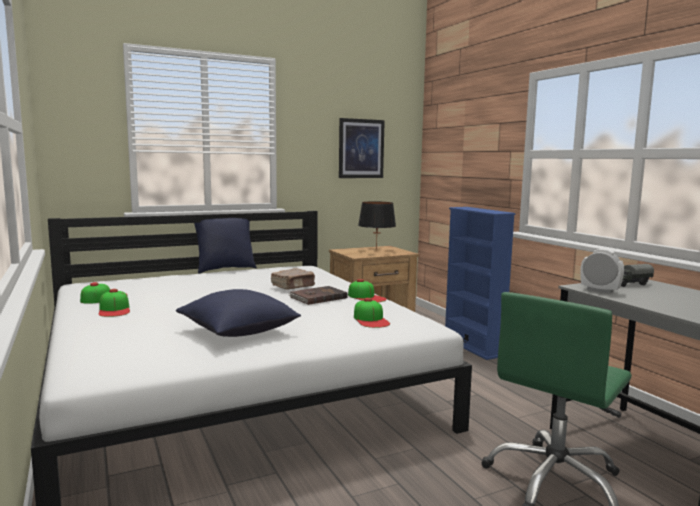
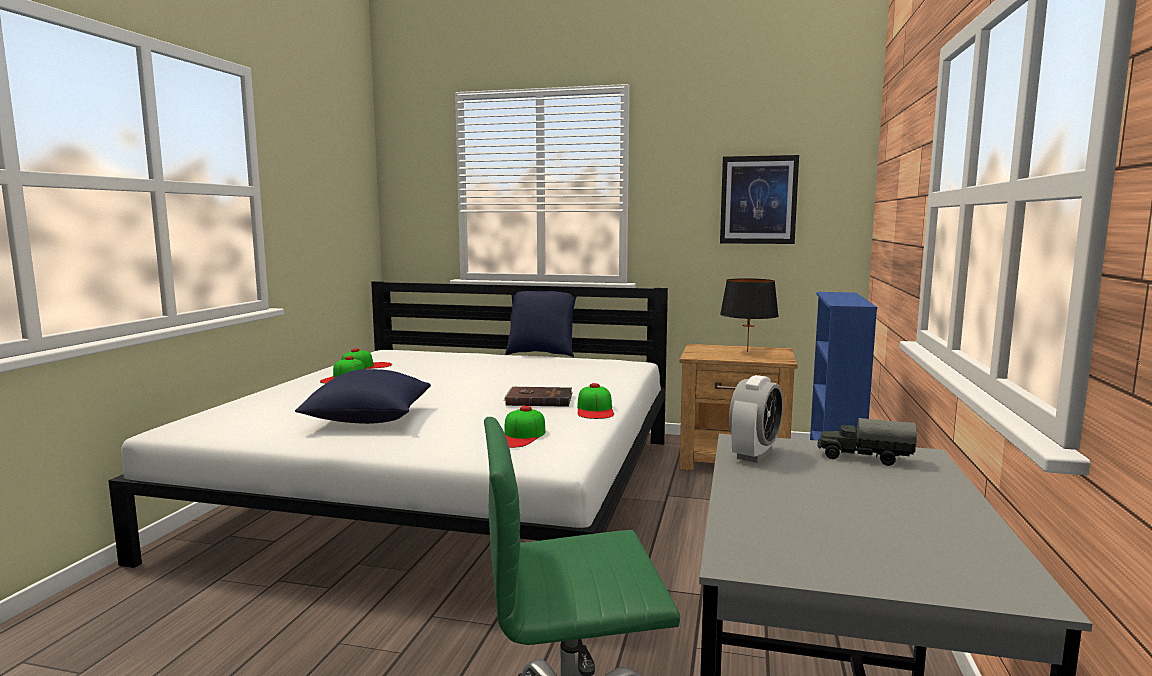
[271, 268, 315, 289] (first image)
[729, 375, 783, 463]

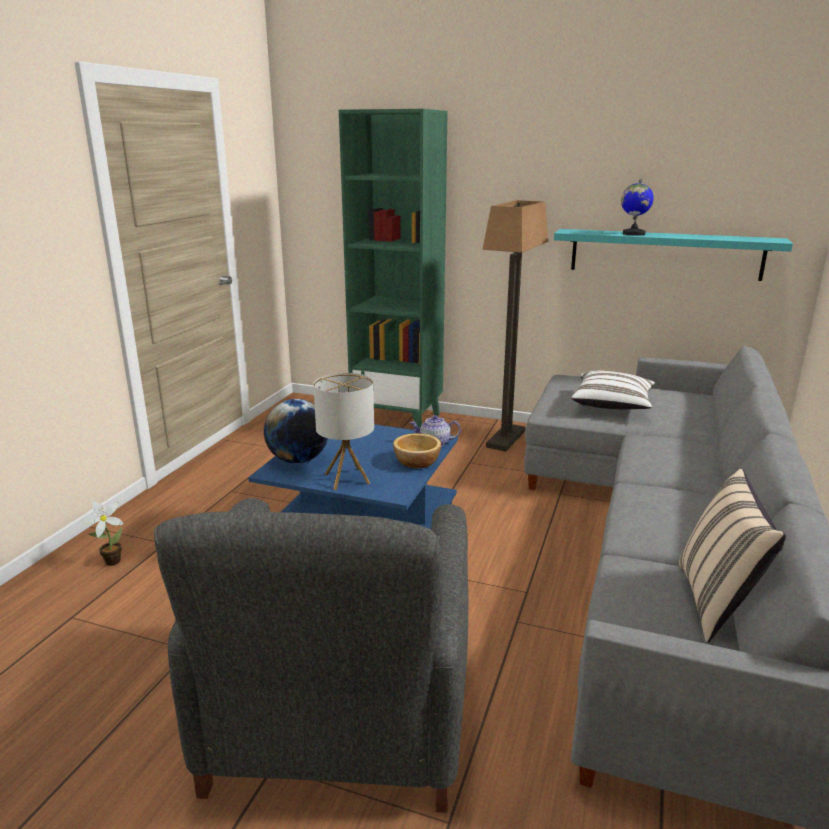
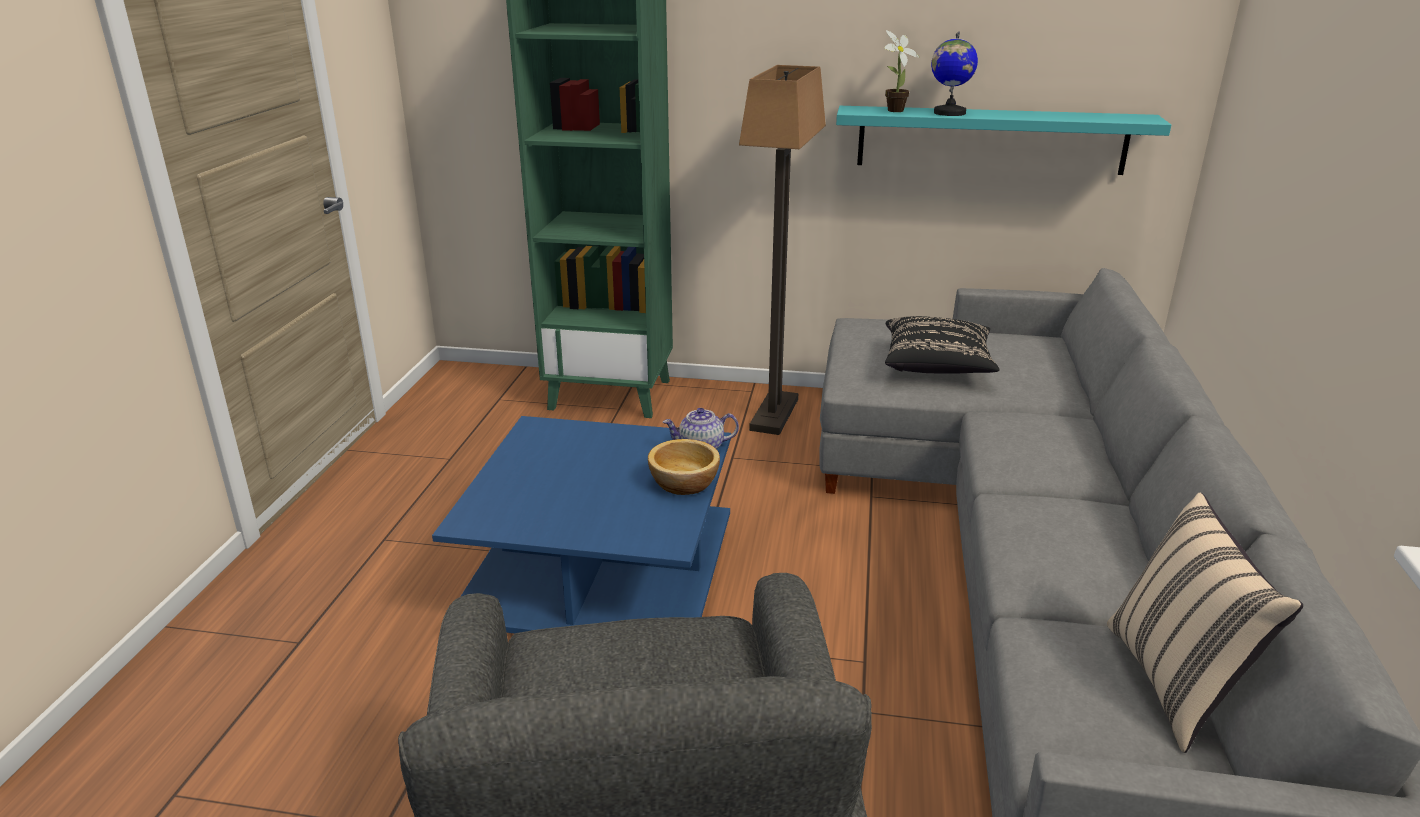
[884, 30, 919, 112]
[264, 399, 328, 463] (first image)
[313, 373, 374, 490] (first image)
[885, 316, 1000, 374]

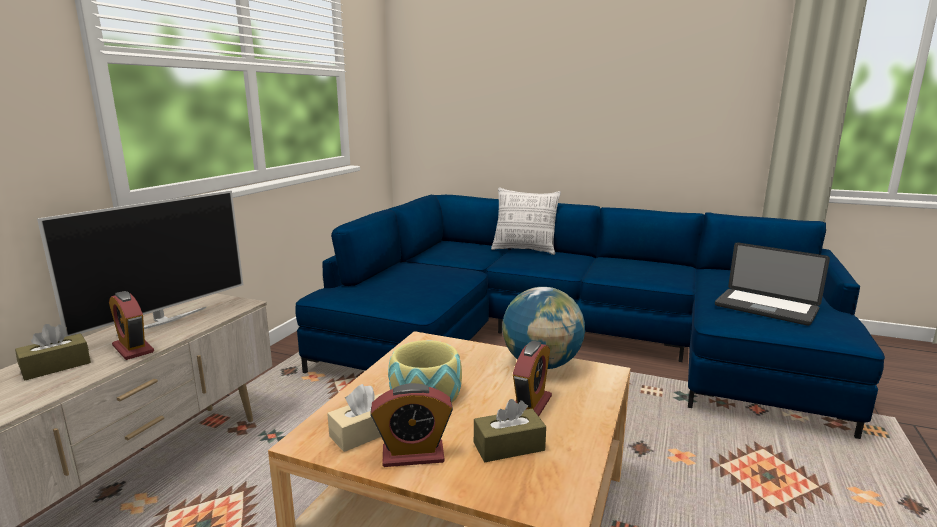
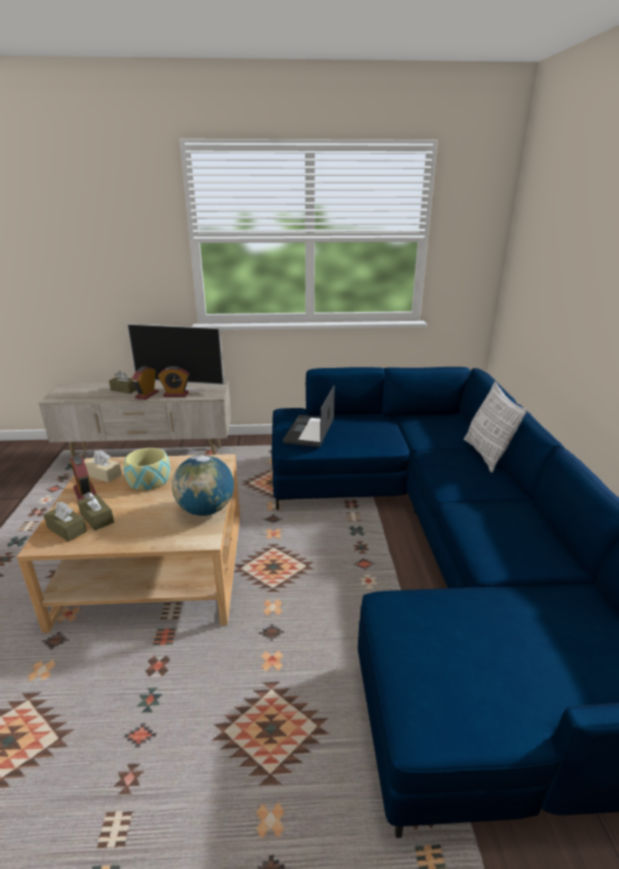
[158, 366, 189, 397]
[283, 386, 335, 447]
[44, 502, 87, 542]

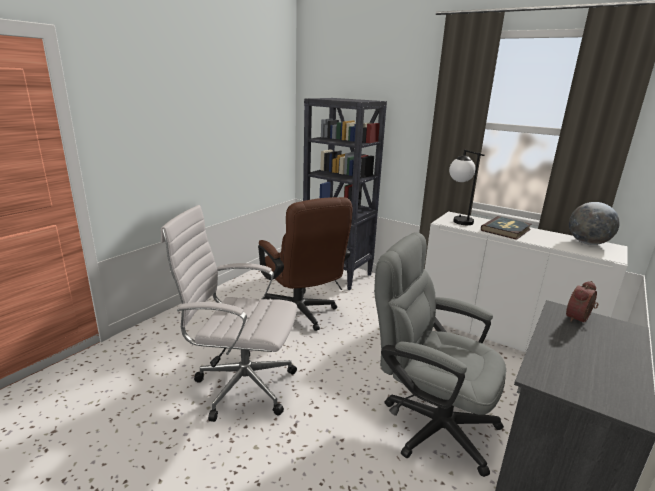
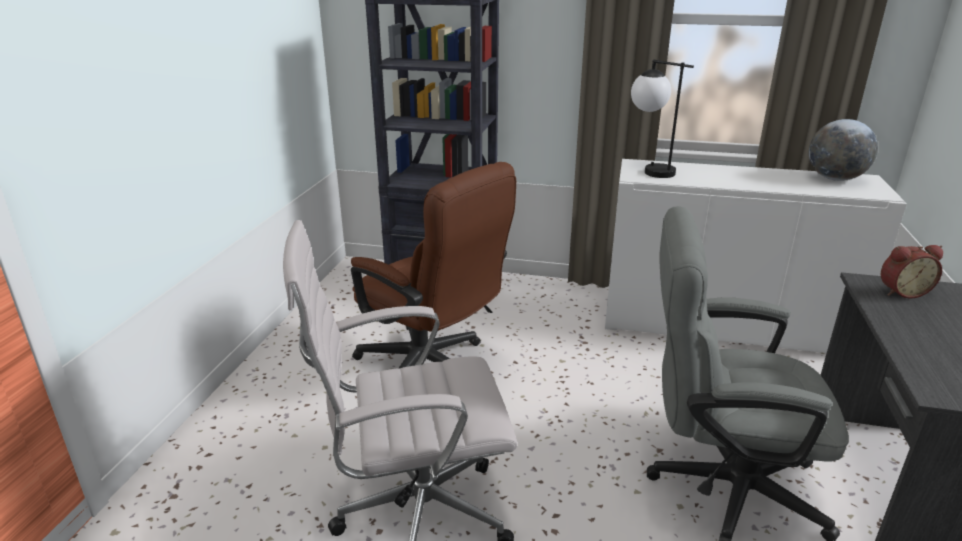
[481, 216, 531, 240] (first image)
[881, 245, 943, 298]

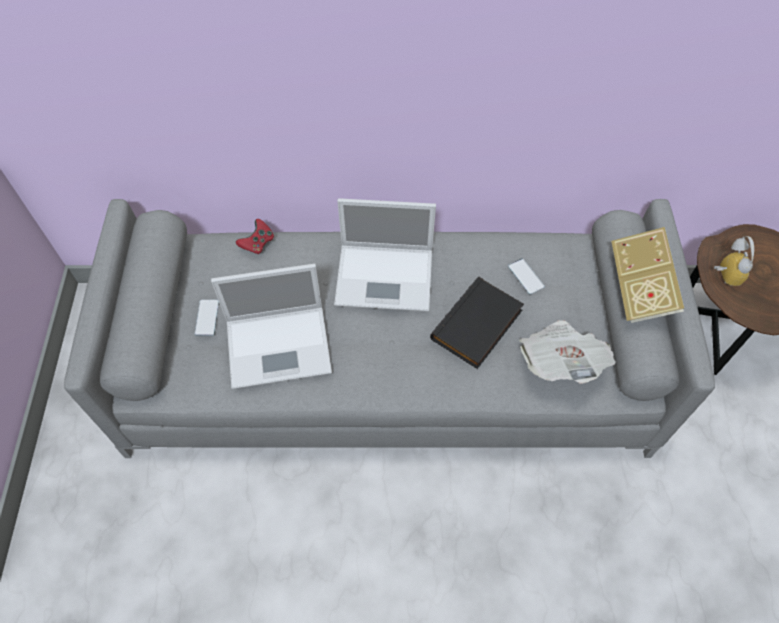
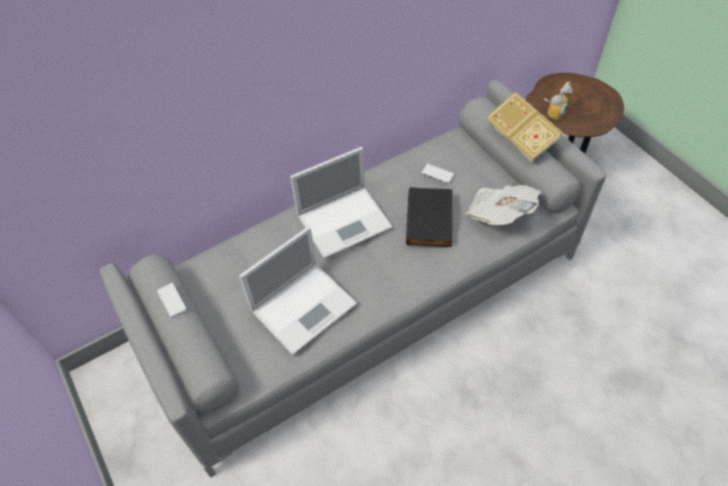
[157, 283, 187, 318]
[236, 219, 274, 254] (first image)
[544, 82, 573, 121]

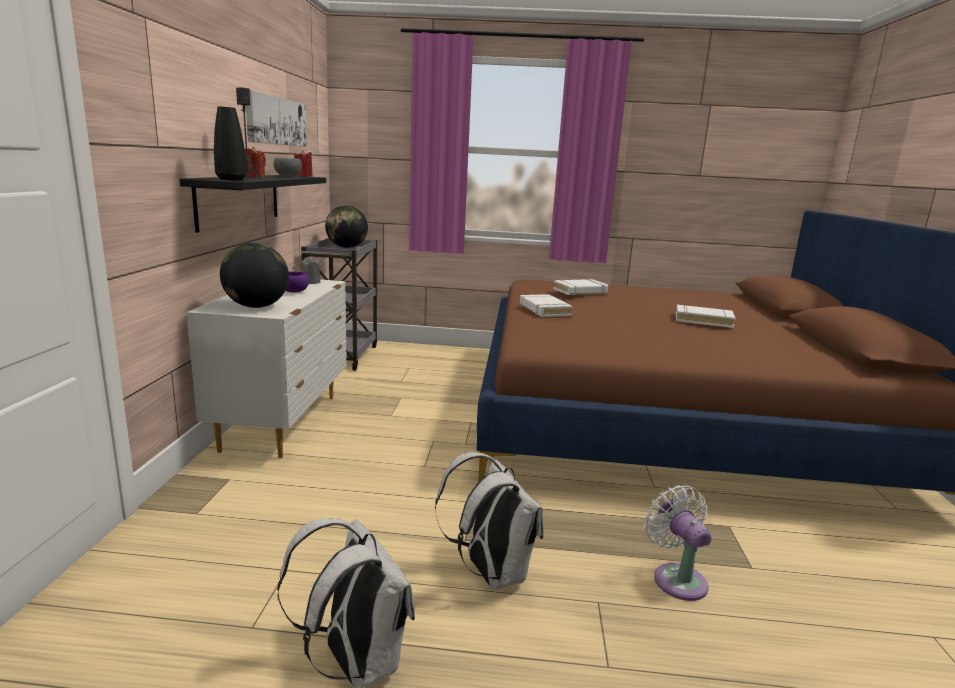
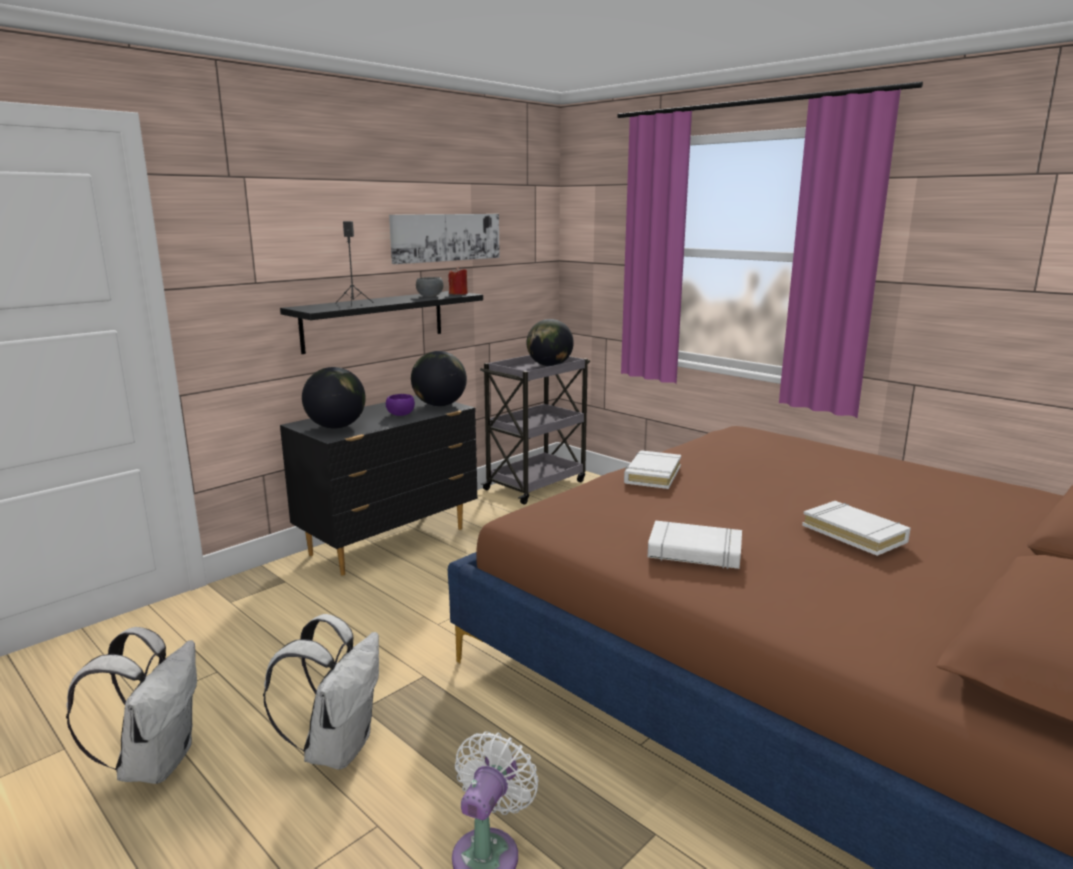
[280, 395, 478, 576]
[214, 107, 247, 180] (first image)
[245, 146, 266, 177] (first image)
[411, 351, 467, 406]
[648, 520, 742, 569]

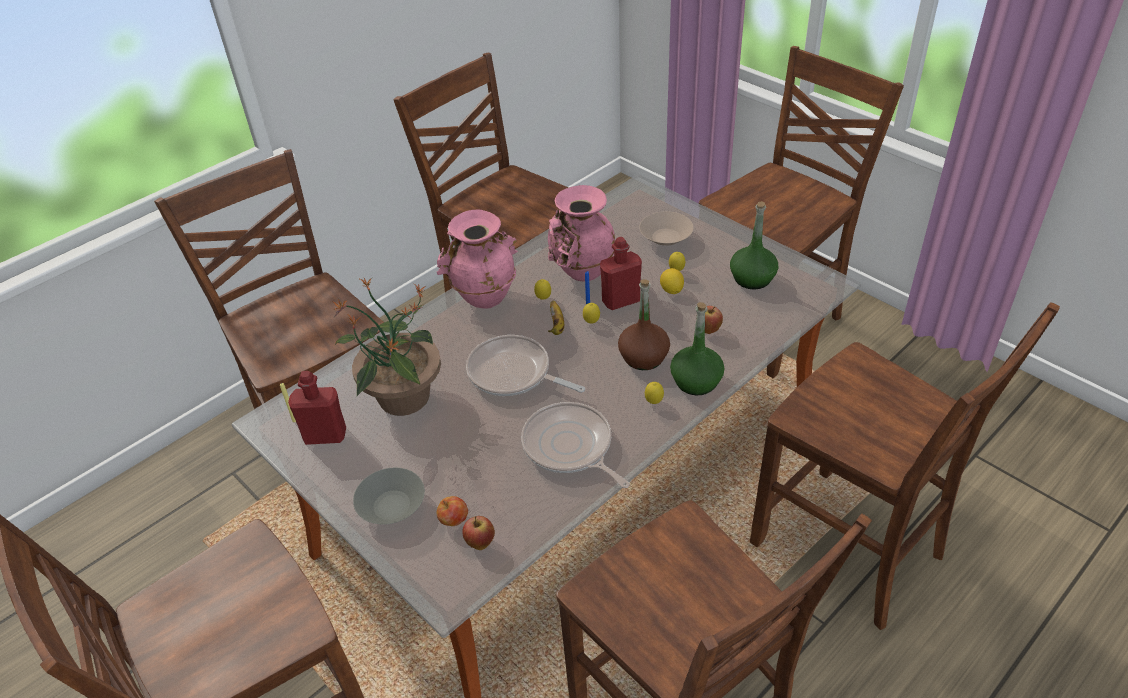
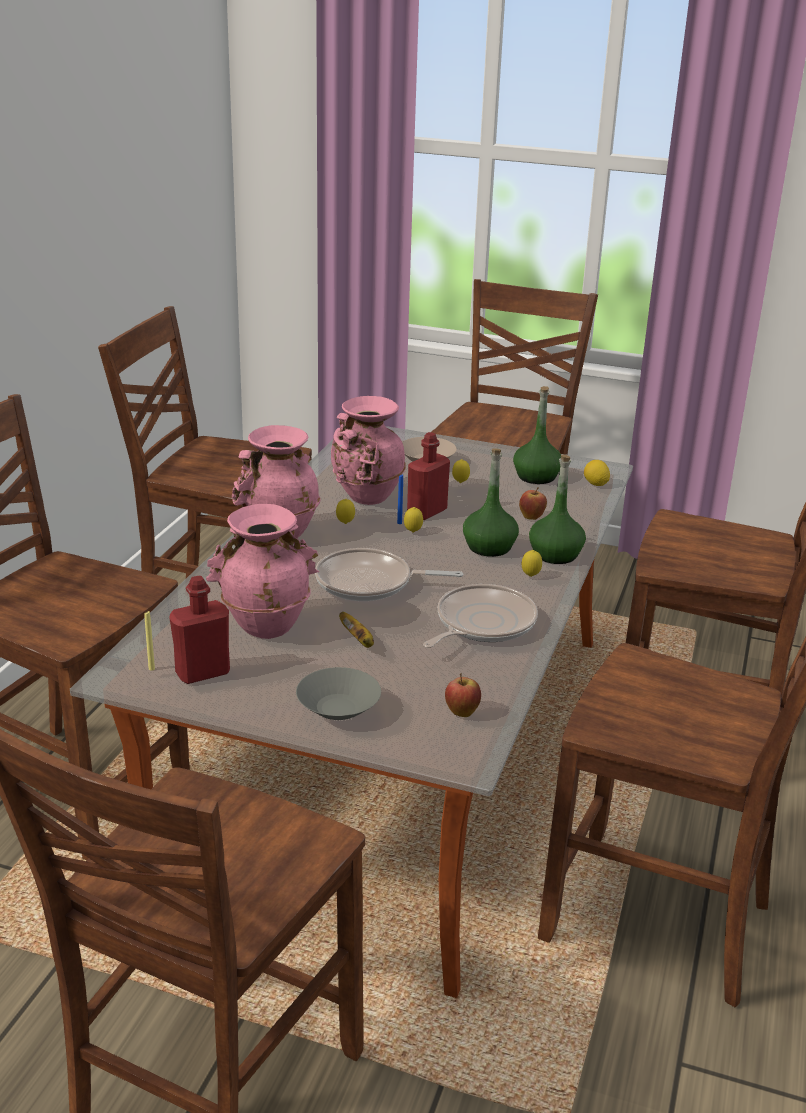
[206, 504, 319, 639]
[437, 496, 468, 526] (first image)
[423, 584, 538, 648]
[339, 612, 374, 648]
[463, 448, 519, 557]
[584, 460, 610, 486]

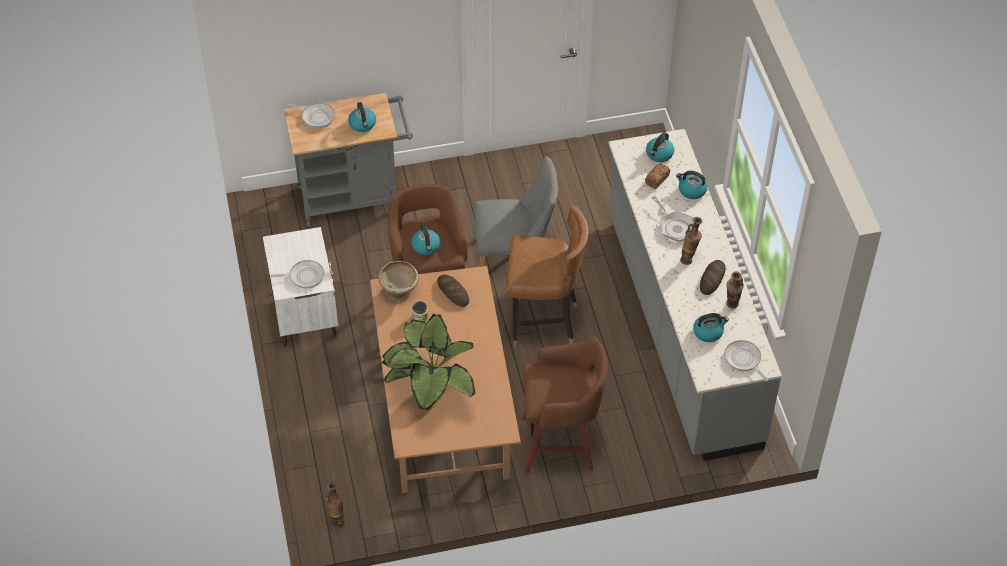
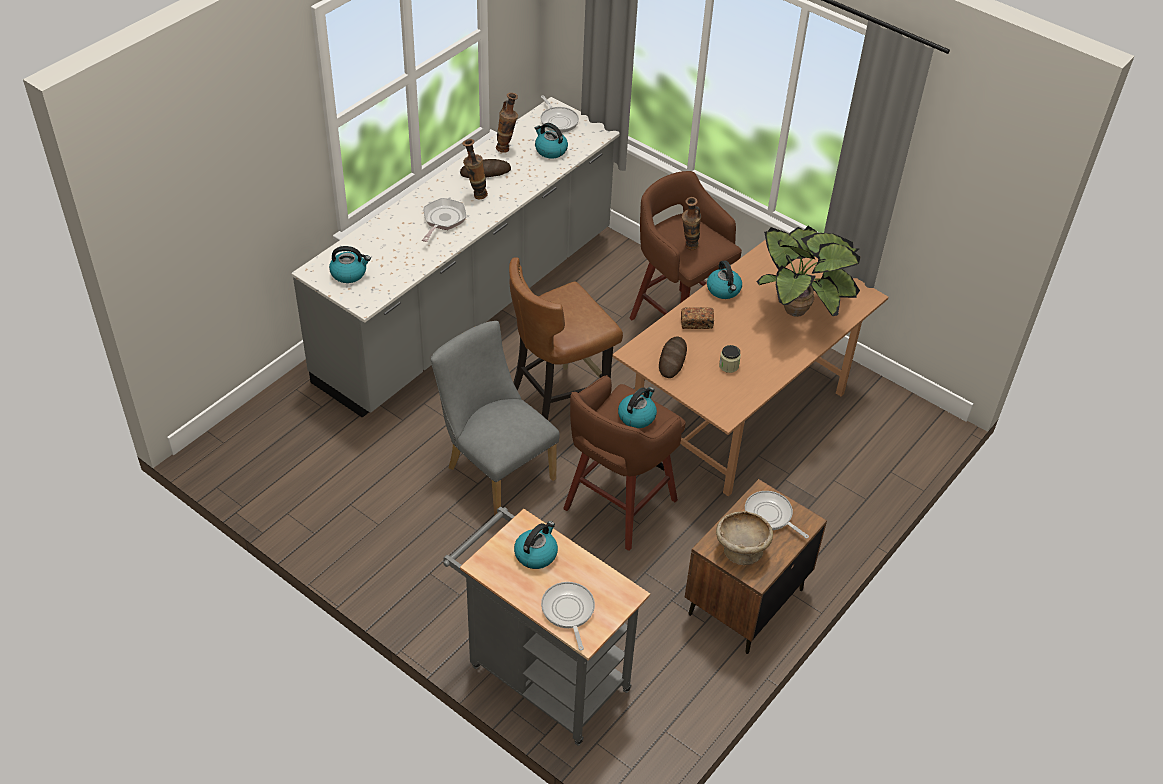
[685, 479, 827, 654]
[682, 197, 701, 250]
[716, 511, 773, 565]
[509, 257, 623, 420]
[681, 307, 714, 329]
[707, 260, 742, 299]
[540, 96, 579, 133]

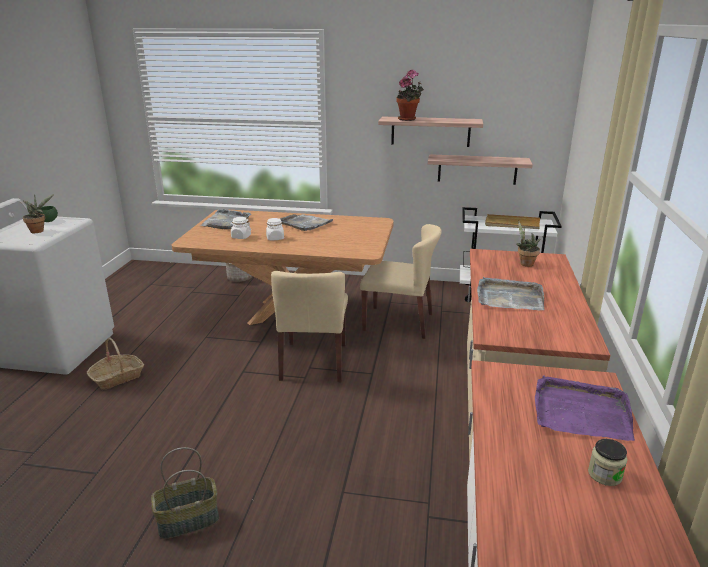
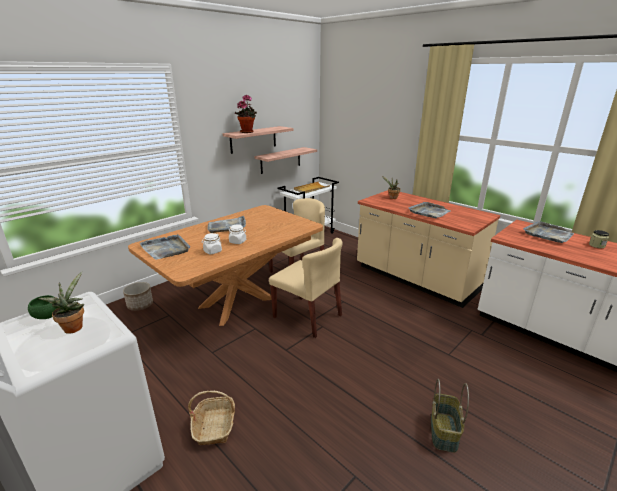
[523, 221, 574, 243]

